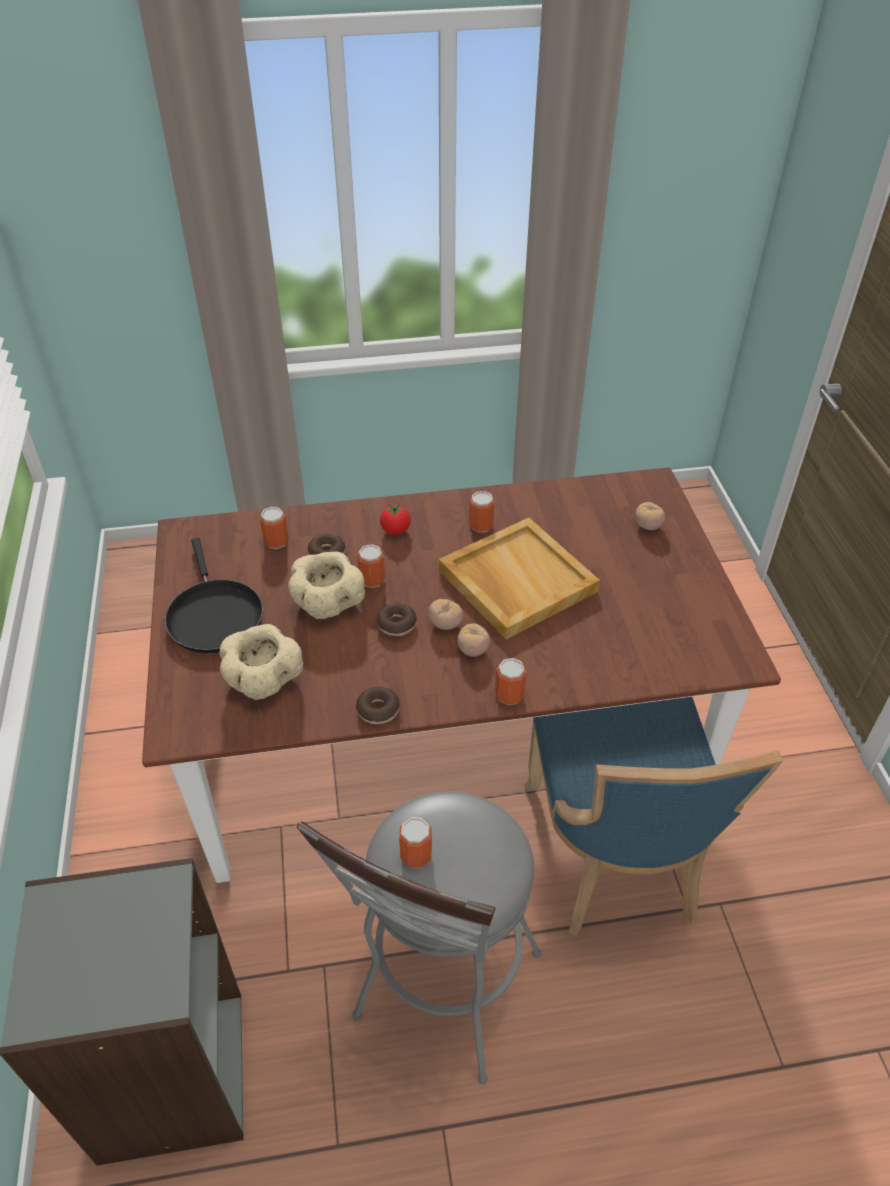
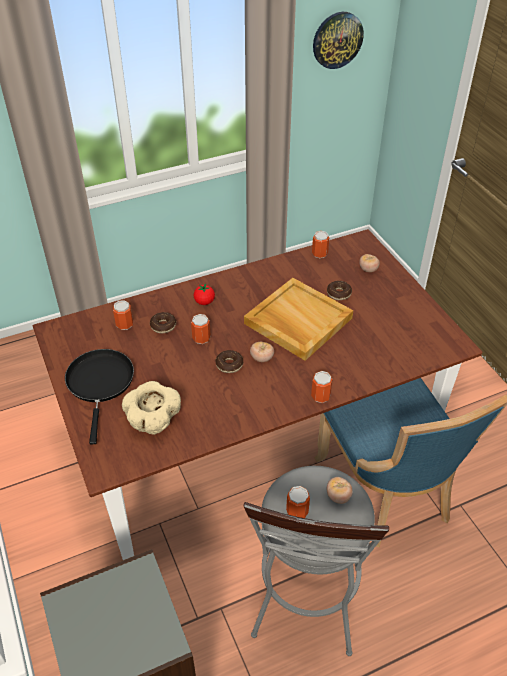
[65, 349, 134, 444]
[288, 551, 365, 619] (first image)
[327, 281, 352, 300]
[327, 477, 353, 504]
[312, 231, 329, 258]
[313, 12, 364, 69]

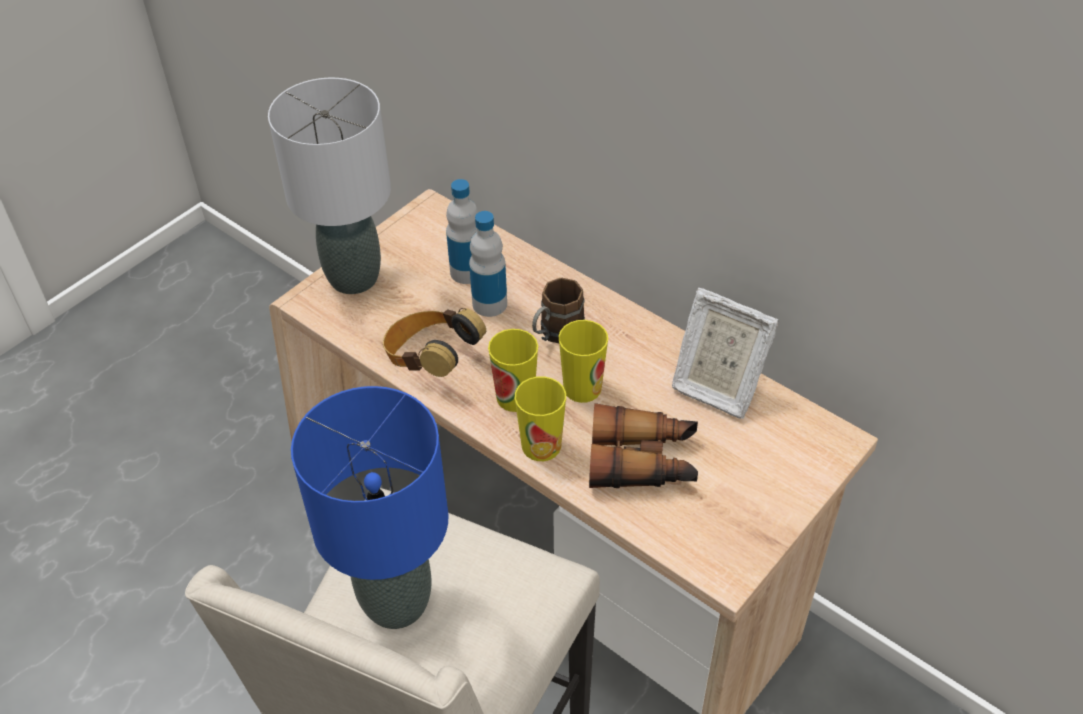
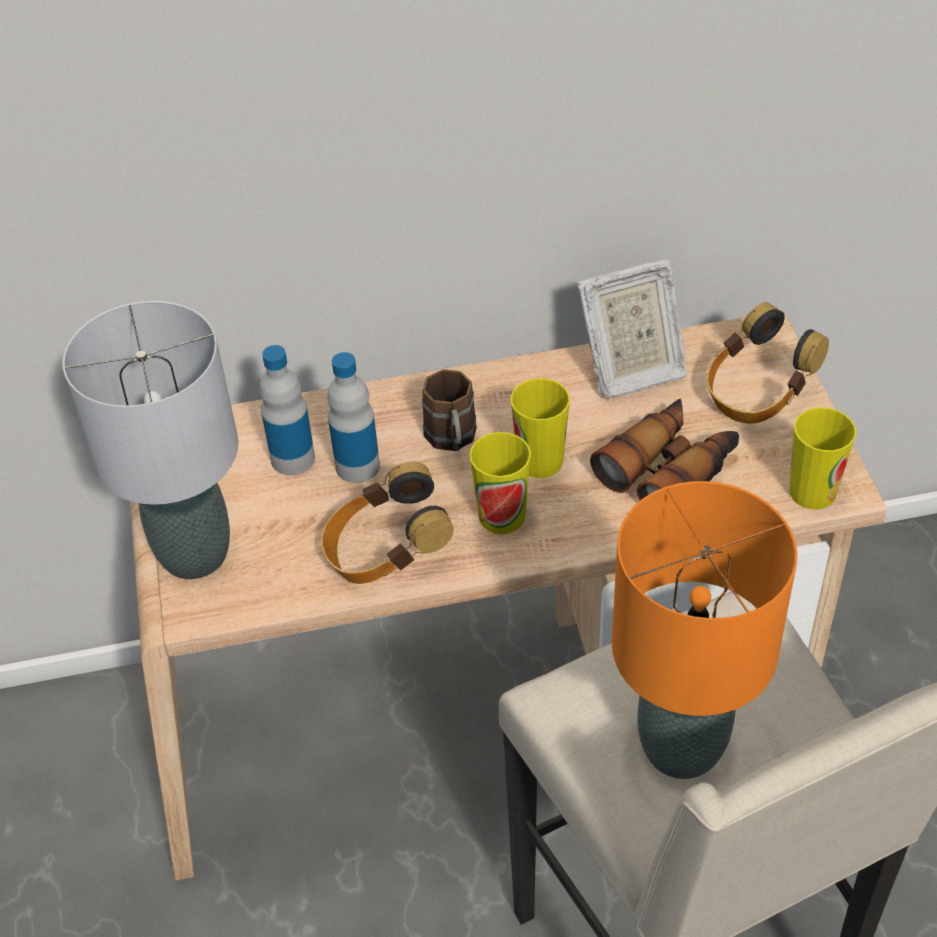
[612, 481, 797, 779]
[789, 407, 856, 509]
[707, 302, 829, 424]

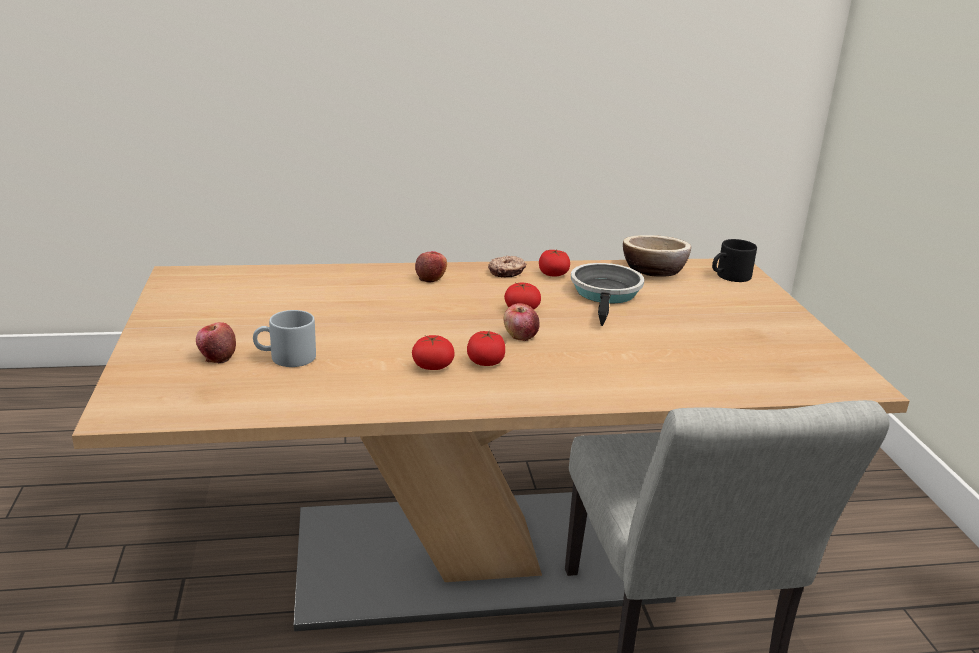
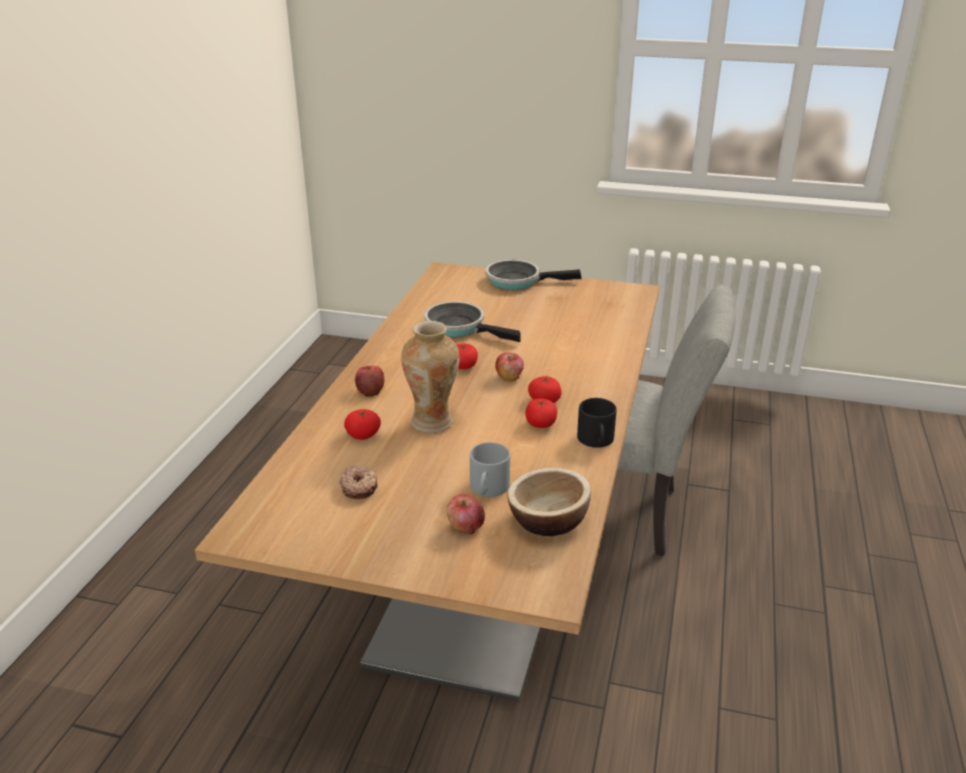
[339, 465, 378, 499]
[344, 409, 381, 440]
[508, 468, 591, 536]
[577, 398, 617, 448]
[401, 321, 460, 433]
[486, 260, 581, 290]

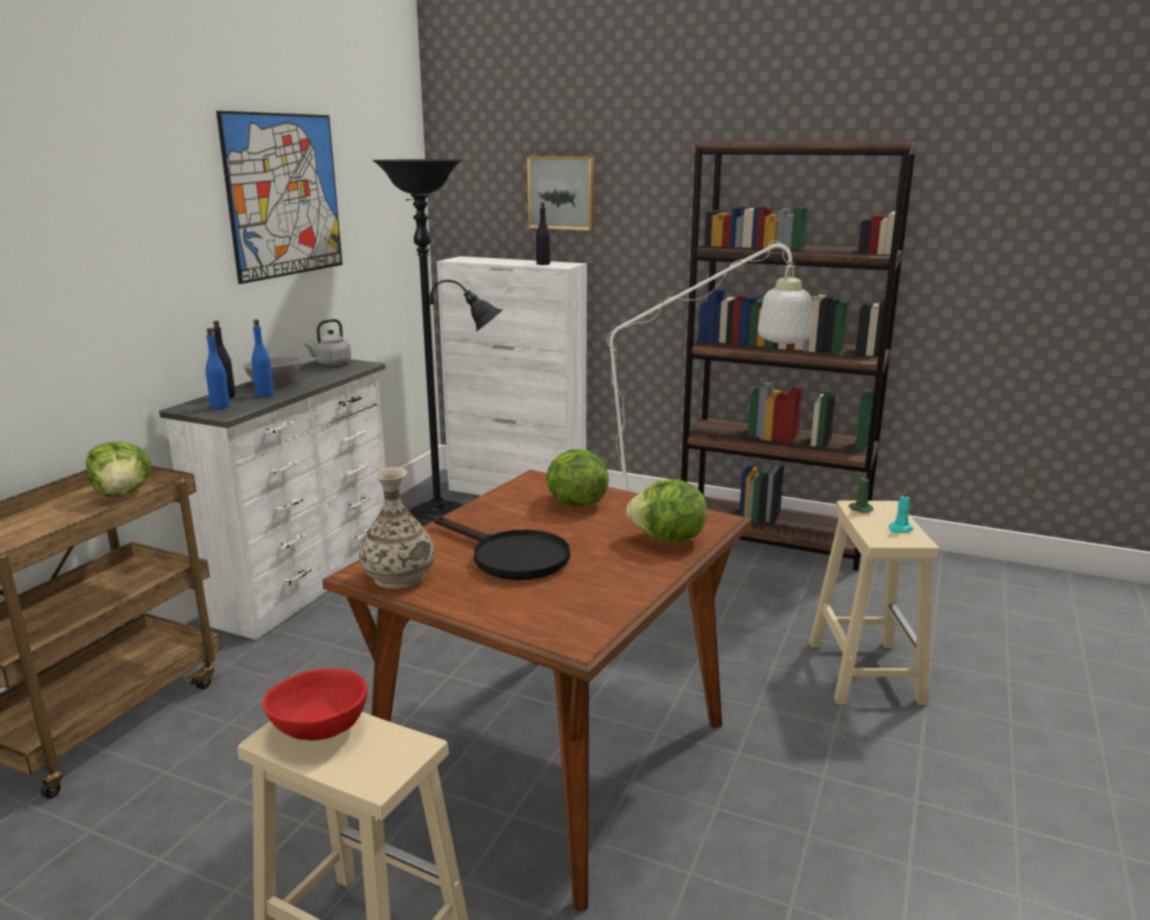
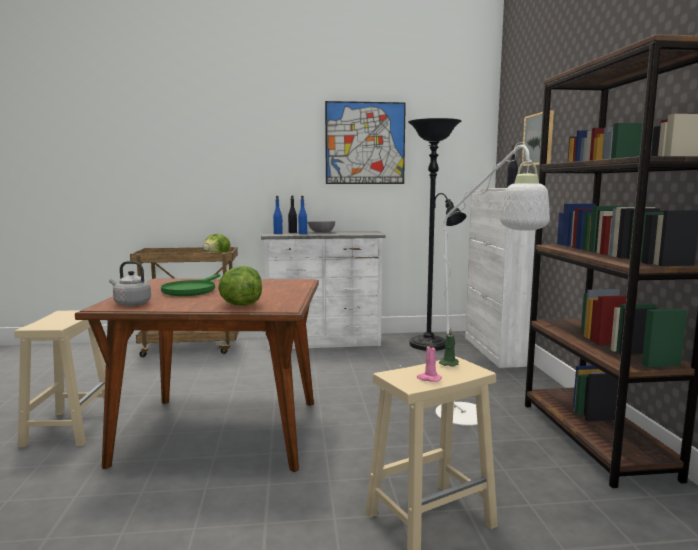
[262, 668, 367, 741] (first image)
[109, 261, 151, 306]
[359, 467, 435, 589] (first image)
[161, 273, 220, 296]
[546, 449, 609, 507] (first image)
[417, 340, 442, 382]

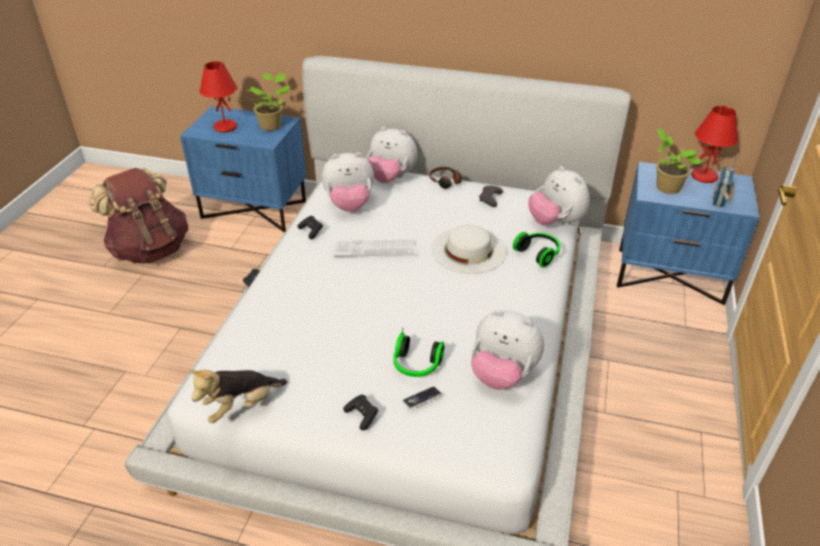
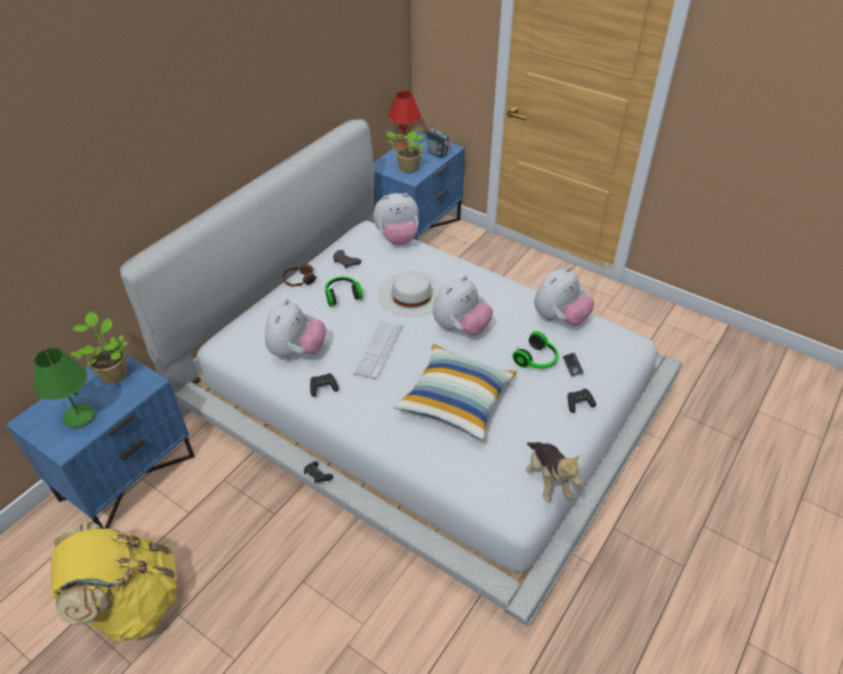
[51, 522, 177, 641]
[34, 348, 95, 428]
[433, 276, 493, 335]
[325, 277, 363, 307]
[393, 344, 517, 440]

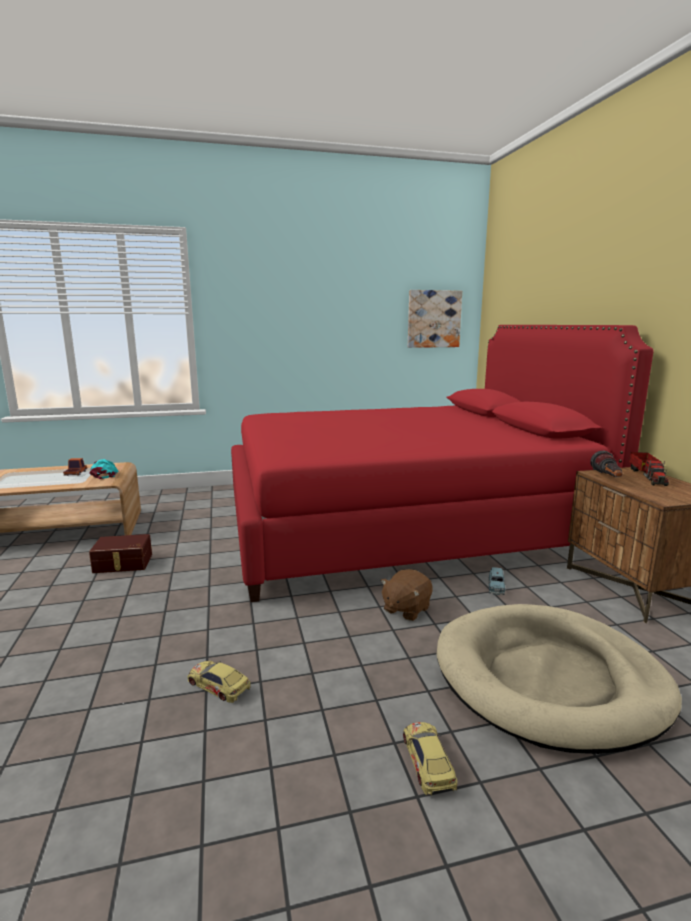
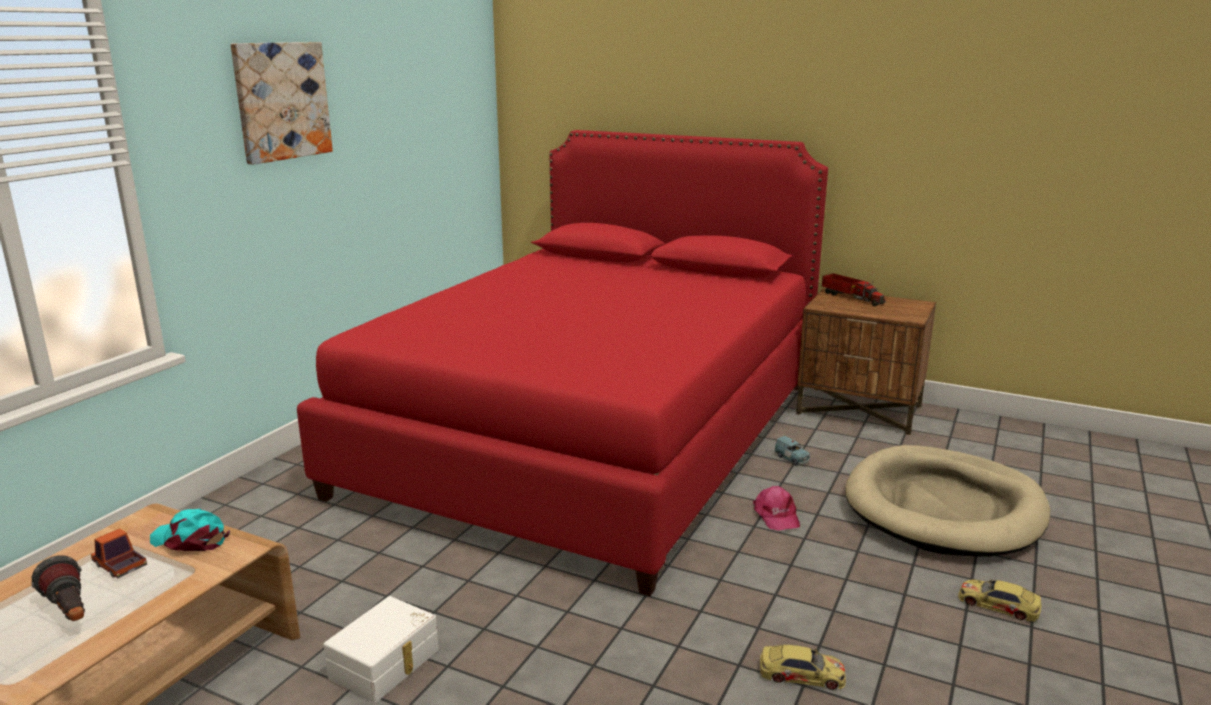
[323, 596, 439, 703]
[760, 645, 846, 690]
[752, 486, 800, 531]
[231, 42, 333, 165]
[31, 555, 85, 621]

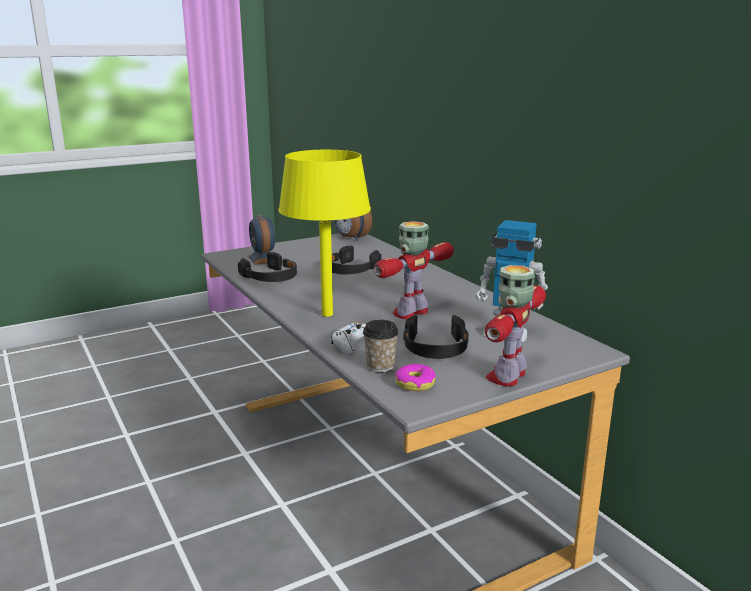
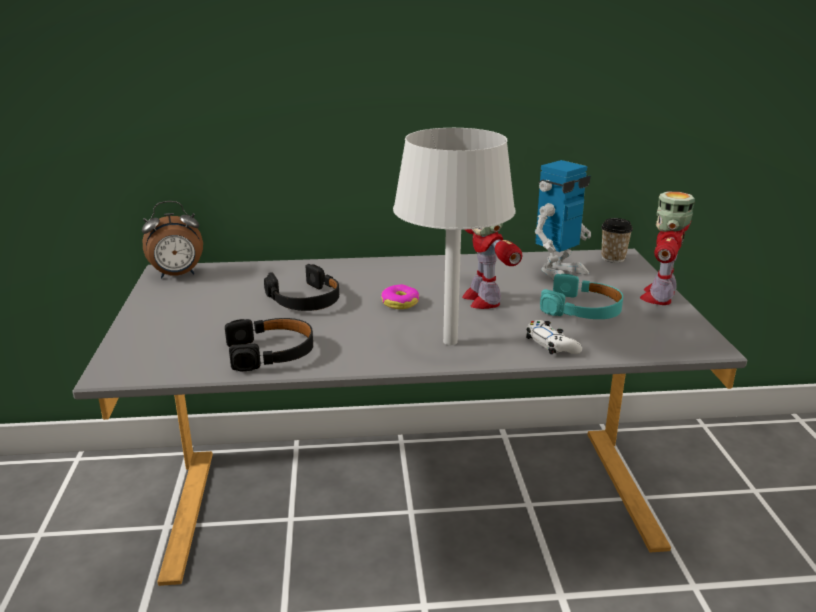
[248, 215, 275, 265] (first image)
[393, 128, 515, 345]
[601, 218, 633, 263]
[381, 284, 419, 309]
[540, 274, 623, 319]
[640, 192, 695, 305]

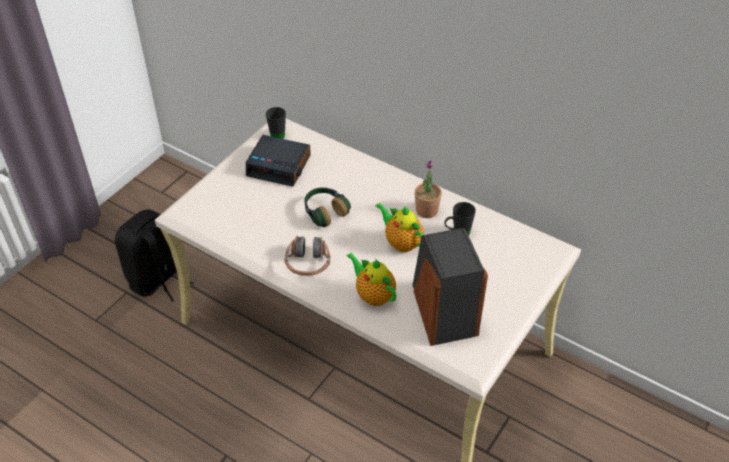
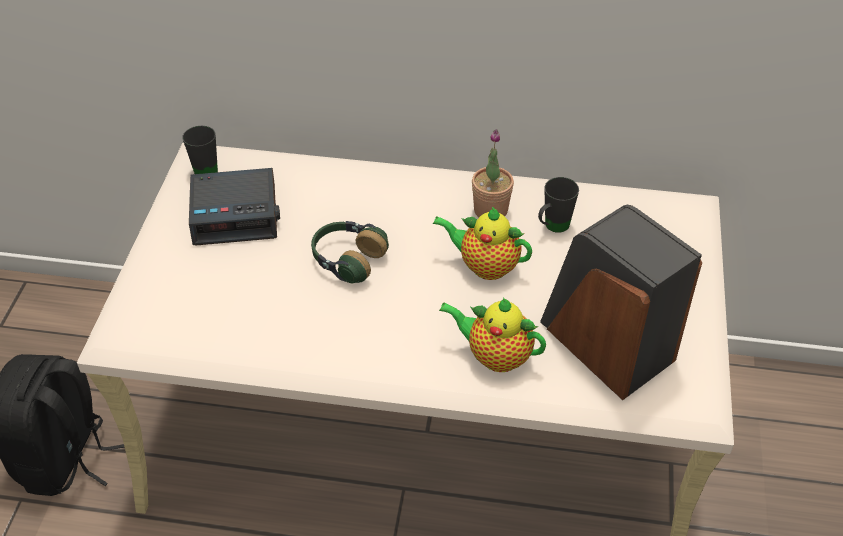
[285, 236, 331, 276] (first image)

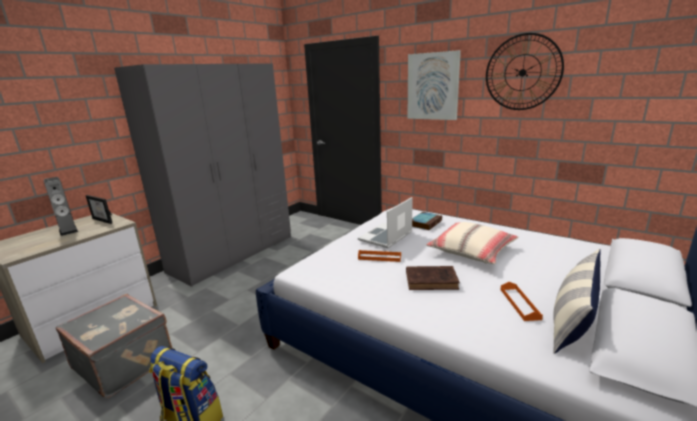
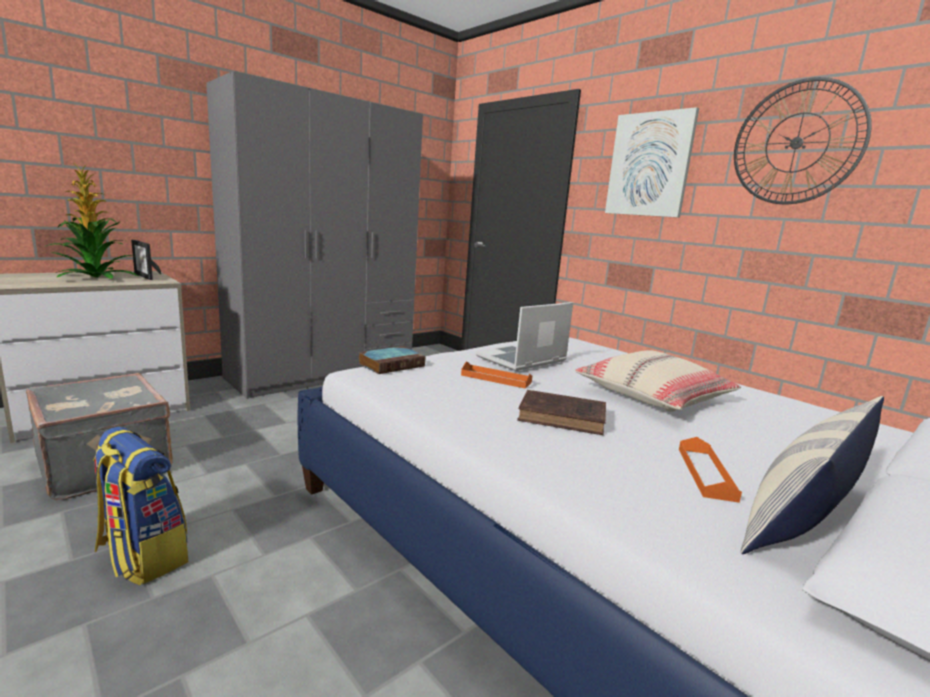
[44, 164, 138, 279]
[359, 346, 425, 374]

